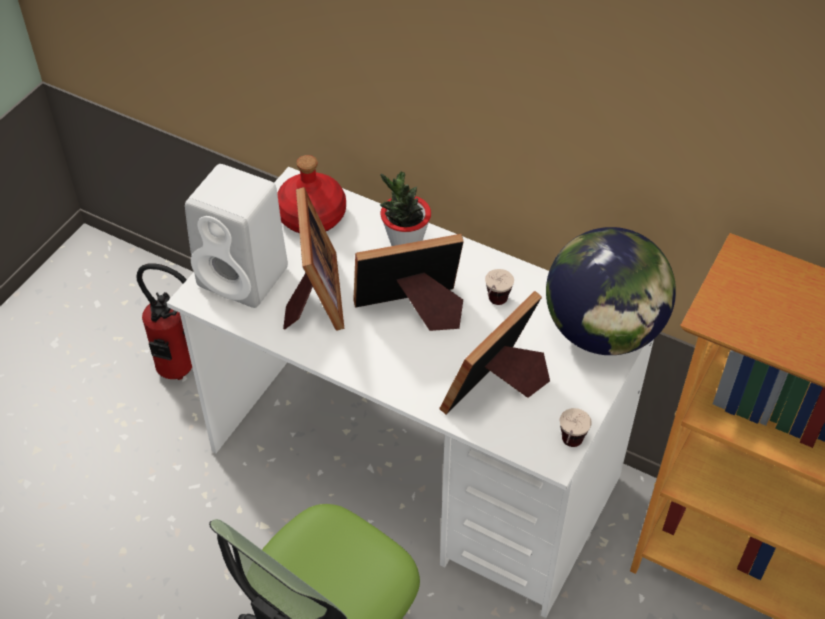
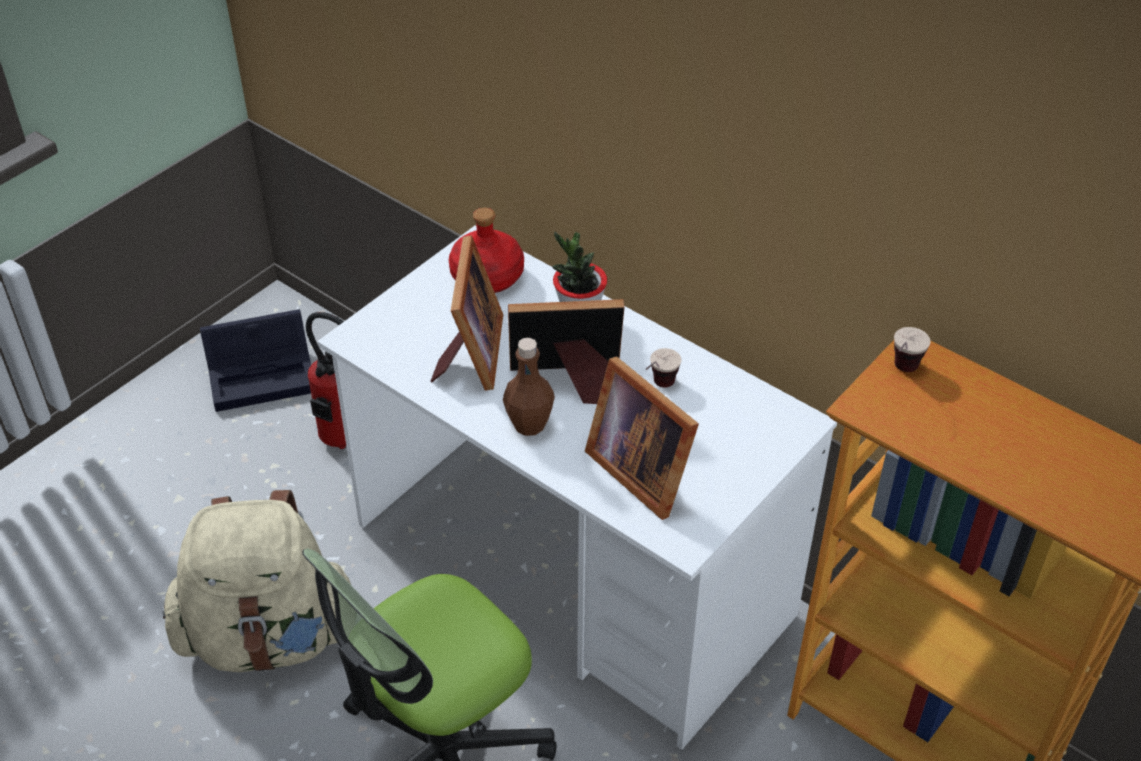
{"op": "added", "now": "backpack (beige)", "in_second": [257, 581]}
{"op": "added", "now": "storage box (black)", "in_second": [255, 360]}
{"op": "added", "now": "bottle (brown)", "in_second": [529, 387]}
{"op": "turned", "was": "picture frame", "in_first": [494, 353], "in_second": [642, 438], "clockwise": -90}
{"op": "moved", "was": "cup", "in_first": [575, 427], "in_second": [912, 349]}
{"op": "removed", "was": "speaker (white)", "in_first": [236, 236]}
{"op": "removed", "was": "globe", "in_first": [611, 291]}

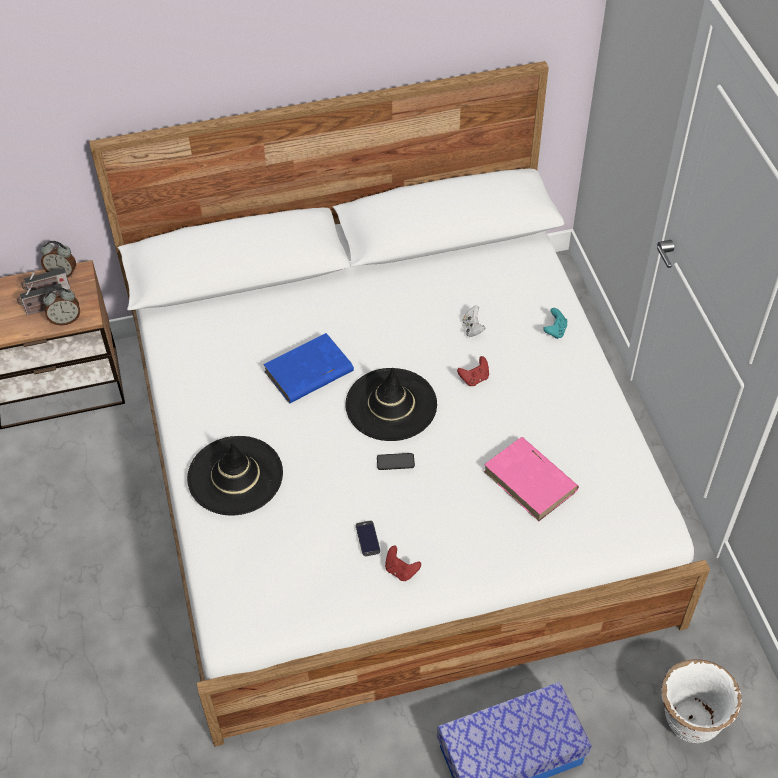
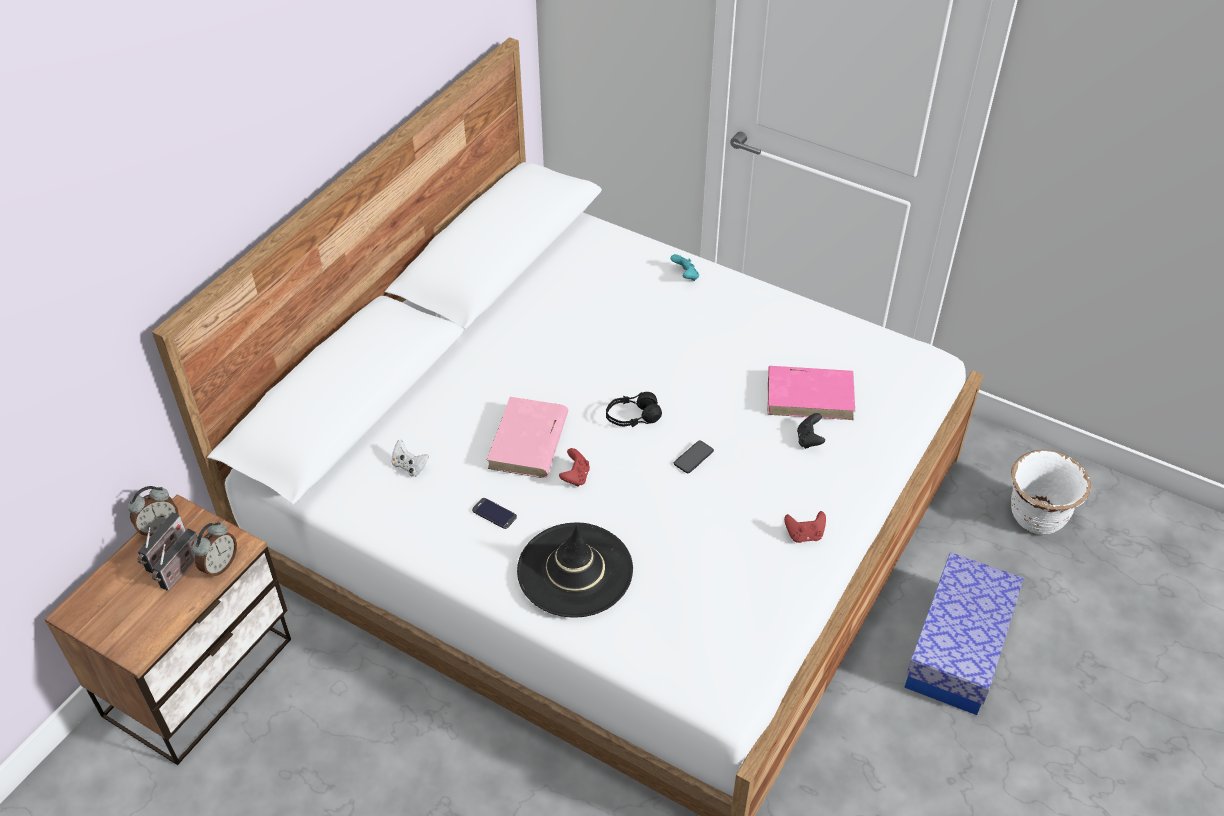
{"op": "moved", "was": "game controller (white)", "in_first": [474, 321], "in_second": [410, 458]}
{"op": "moved", "was": "phone", "in_first": [368, 538], "in_second": [494, 513]}
{"op": "recoloured", "was": "book (blue)", "now": "book (pink)", "in_first": [308, 368], "in_second": [528, 437]}
{"op": "moved", "was": "game controller (red)", "in_first": [473, 371], "in_second": [574, 467]}
{"op": "replaced", "was": "hat (black)", "now": "headphones (black)", "in_first": [391, 404], "in_second": [634, 409]}
{"op": "added", "now": "game controller (black)", "in_second": [811, 431]}

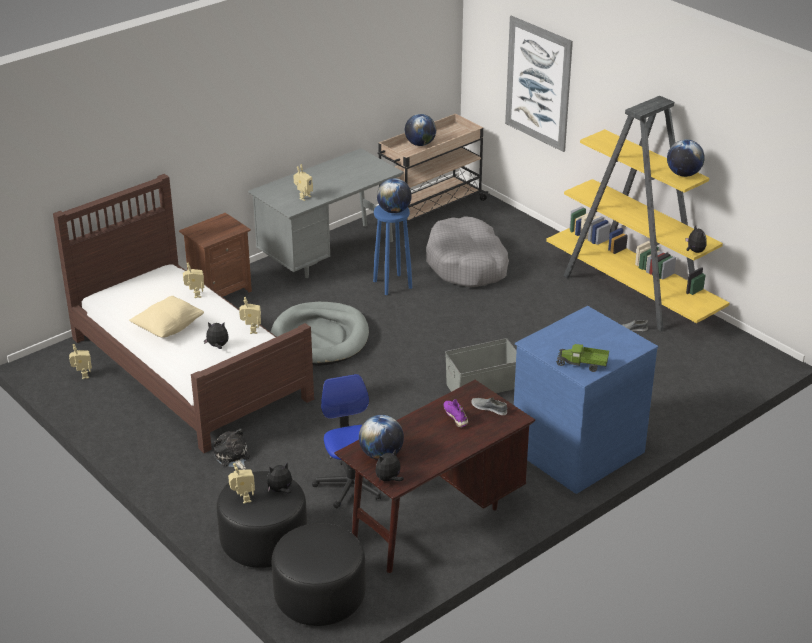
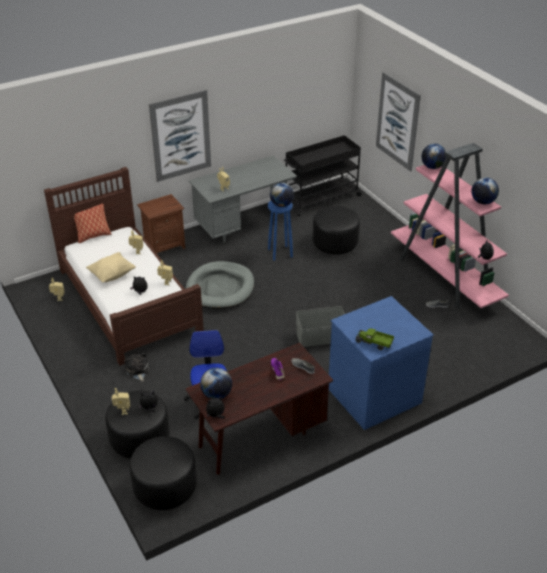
{"op": "added", "now": "pillow", "in_second": [92, 223]}
{"op": "added", "now": "picture", "in_second": [180, 136]}
{"op": "recoloured", "was": "cart (beige)", "now": "cart (black)", "in_first": [433, 170], "in_second": [323, 175]}
{"op": "replaced", "was": "dog bed (grey)", "now": "ottoman (black)", "in_first": [467, 251], "in_second": [336, 230]}
{"op": "recoloured", "was": "bookcase (yellow)", "now": "bookcase (pink)", "in_first": [638, 213], "in_second": [450, 226]}
{"op": "moved", "was": "globe", "in_first": [420, 130], "in_second": [434, 156]}

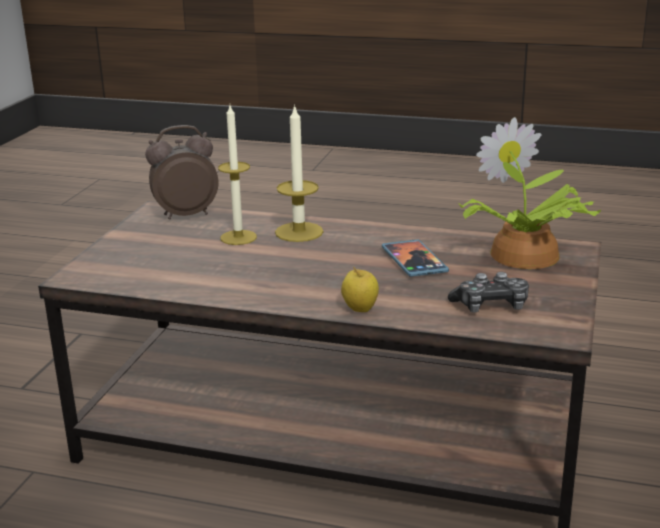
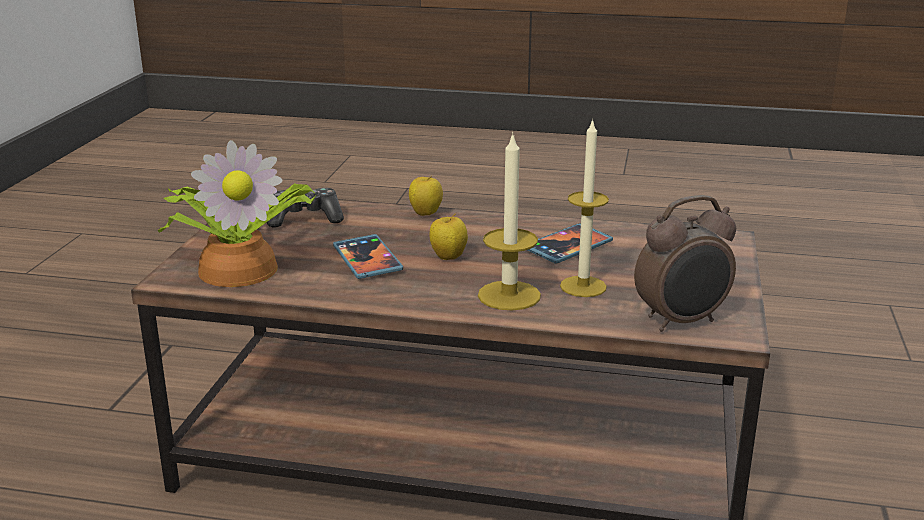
{"op": "added", "now": "apple", "in_second": [448, 236]}
{"op": "added", "now": "phone", "in_second": [570, 243]}

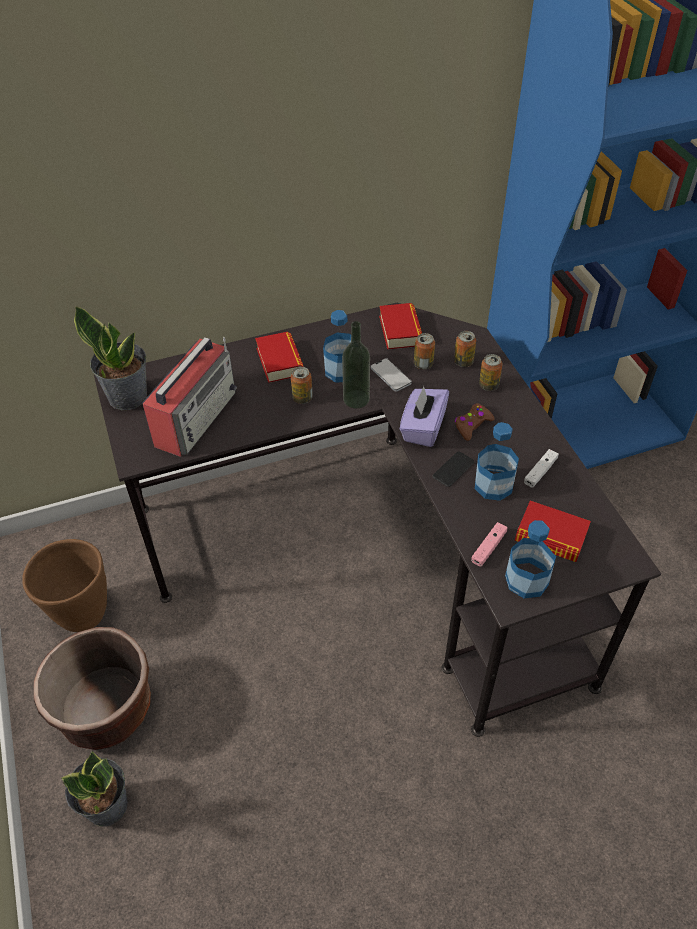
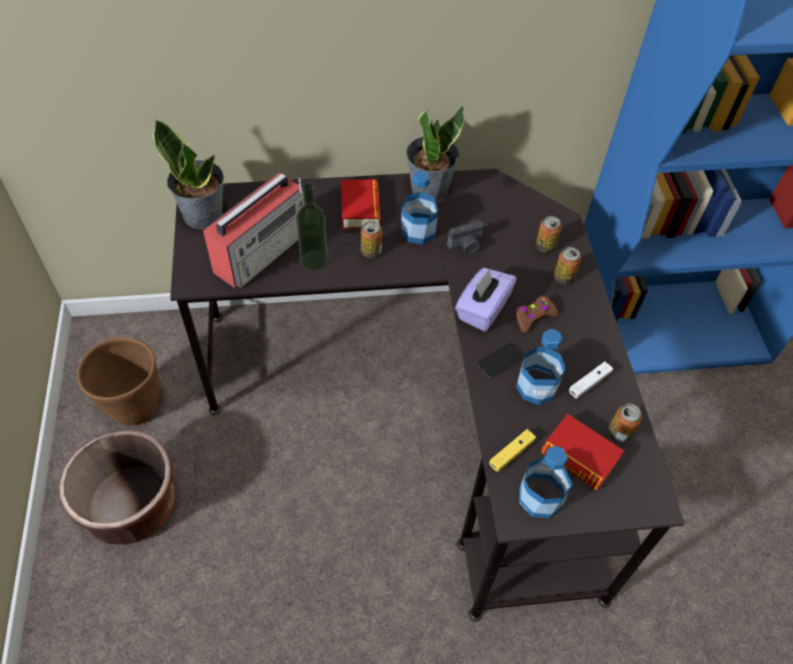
{"op": "moved", "was": "bottle", "in_first": [356, 365], "in_second": [312, 226]}
{"op": "moved", "was": "potted plant", "in_first": [94, 789], "in_second": [435, 153]}
{"op": "replaced", "was": "phone", "now": "photo camera", "in_first": [391, 375], "in_second": [465, 237]}
{"op": "recoloured", "was": "game controller (pink)", "now": "game controller (yellow)", "in_first": [489, 544], "in_second": [512, 450]}
{"op": "moved", "was": "can", "in_first": [424, 351], "in_second": [625, 423]}
{"op": "removed", "was": "book", "in_first": [400, 326]}

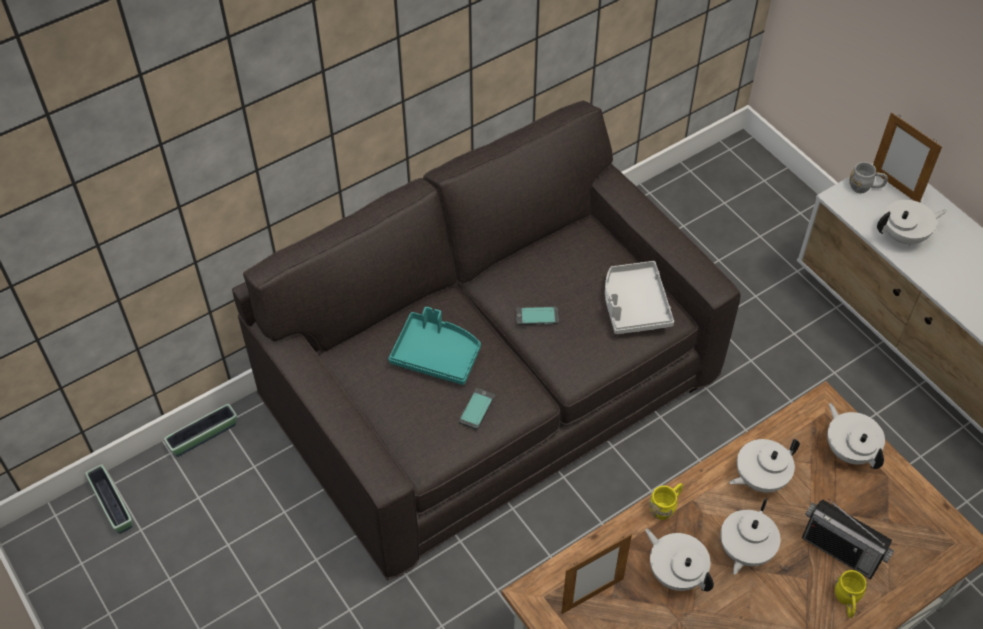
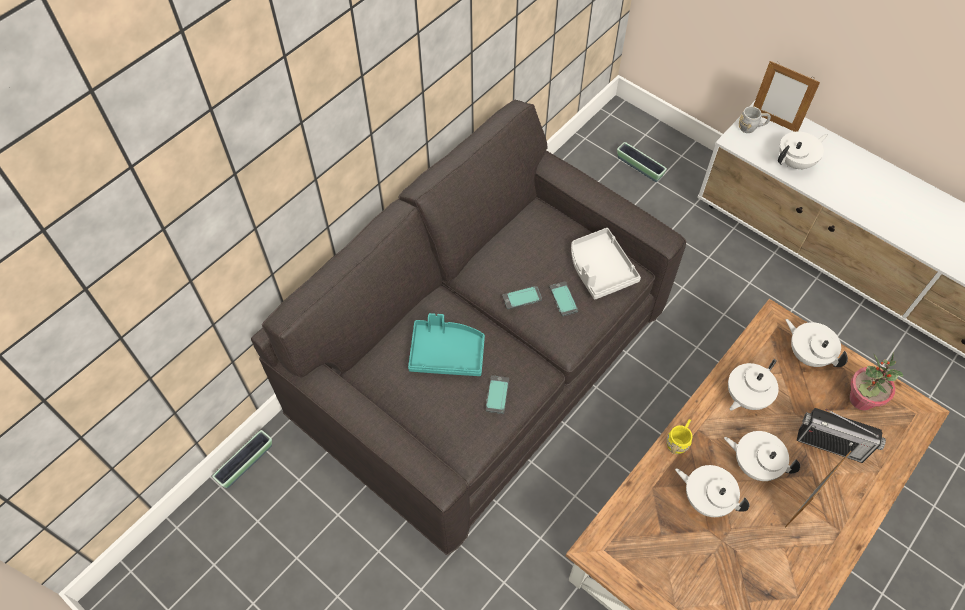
{"op": "added", "now": "phone", "in_second": [564, 298]}
{"op": "moved", "was": "planter", "in_first": [108, 499], "in_second": [642, 162]}
{"op": "turned", "was": "teapot (white)", "in_first": [750, 537], "in_second": [762, 456], "clockwise": 105}
{"op": "moved", "was": "picture frame", "in_first": [596, 574], "in_second": [818, 489]}
{"op": "added", "now": "potted plant", "in_second": [876, 381]}
{"op": "removed", "was": "mug (yellow)", "in_first": [851, 594]}

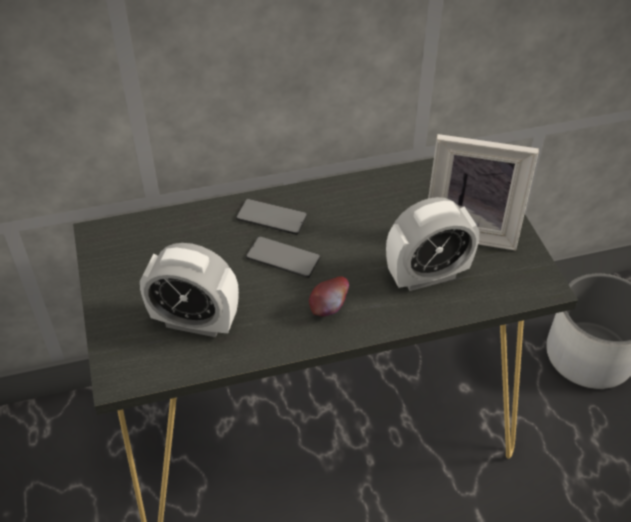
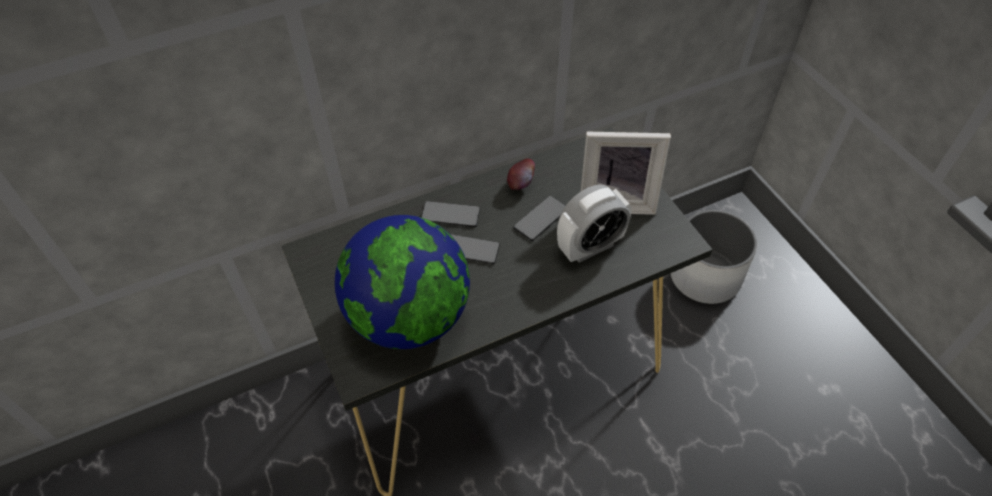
{"op": "replaced", "was": "alarm clock", "now": "globe", "in_first": [189, 290], "in_second": [402, 282]}
{"op": "moved", "was": "apple", "in_first": [329, 297], "in_second": [521, 174]}
{"op": "added", "now": "phone", "in_second": [540, 218]}

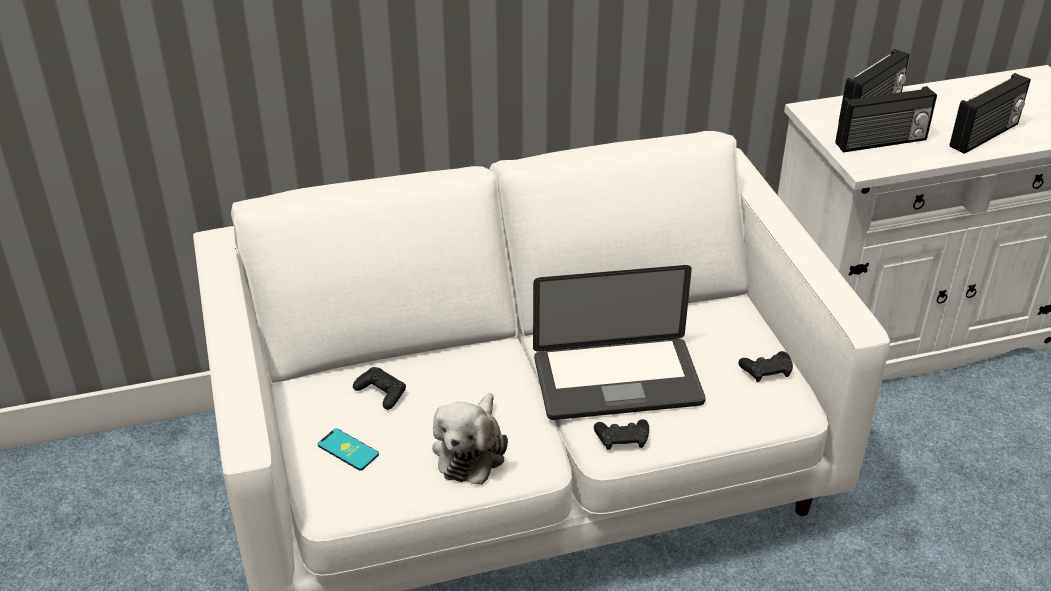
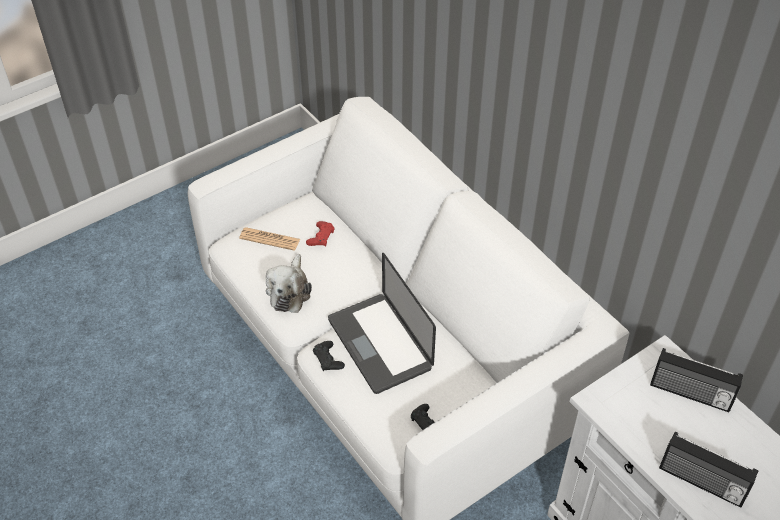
{"op": "replaced", "was": "phone", "now": "newspaper", "in_first": [348, 449], "in_second": [269, 239]}
{"op": "turned", "was": "plush toy", "in_first": [470, 439], "in_second": [289, 283], "clockwise": -75}
{"op": "recoloured", "was": "game controller (black)", "now": "game controller (red)", "in_first": [379, 388], "in_second": [320, 233]}
{"op": "removed", "was": "radio", "in_first": [886, 119]}

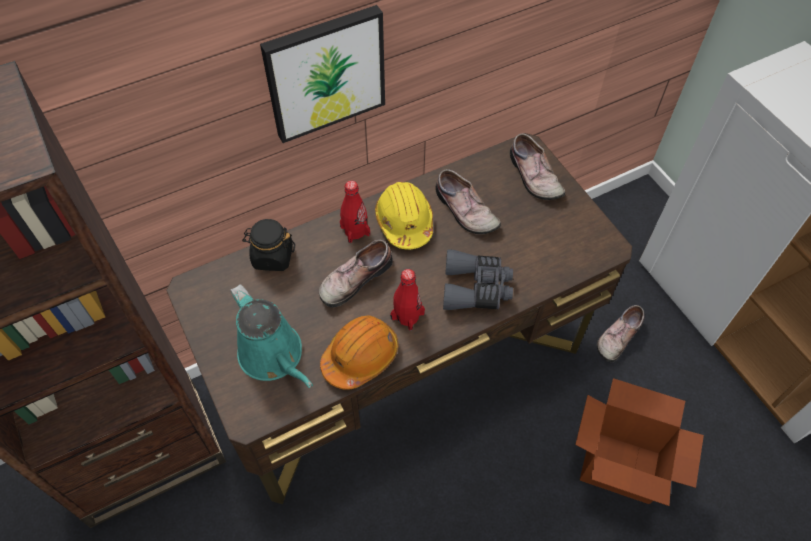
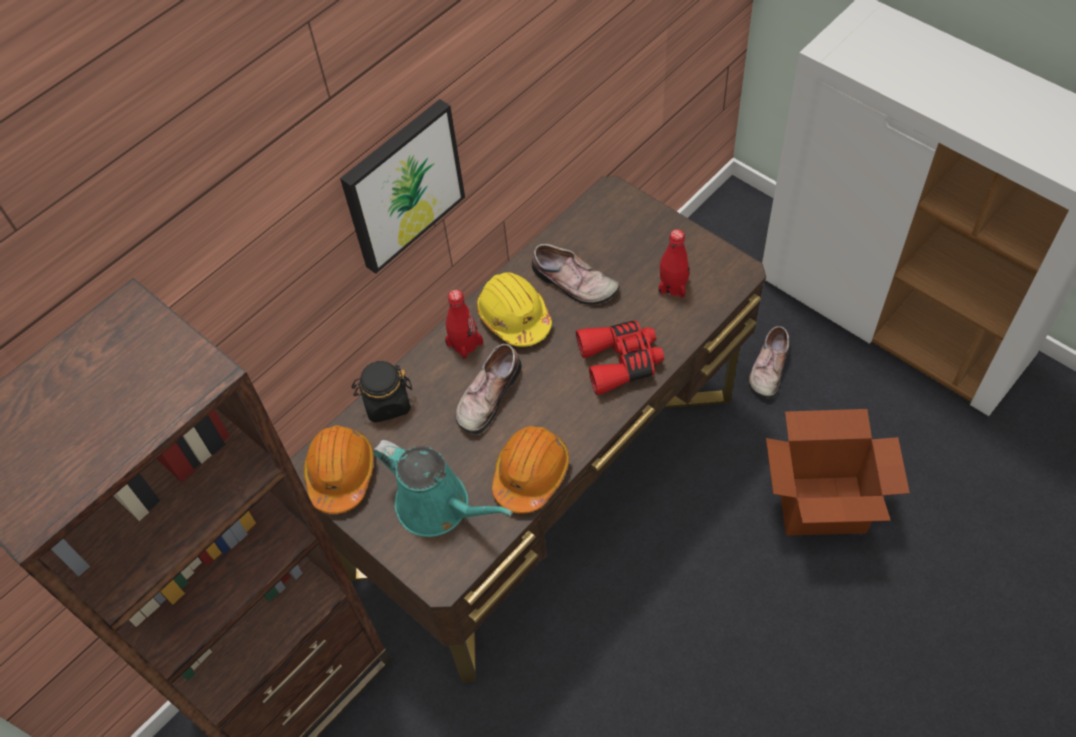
{"op": "added", "now": "hard hat (orange)", "in_second": [338, 469]}
{"op": "recoloured", "was": "binoculars (grey)", "now": "binoculars (red)", "in_first": [478, 279], "in_second": [620, 357]}
{"op": "moved", "was": "bottle (red)", "in_first": [407, 300], "in_second": [674, 264]}
{"op": "removed", "was": "shoe", "in_first": [537, 167]}

